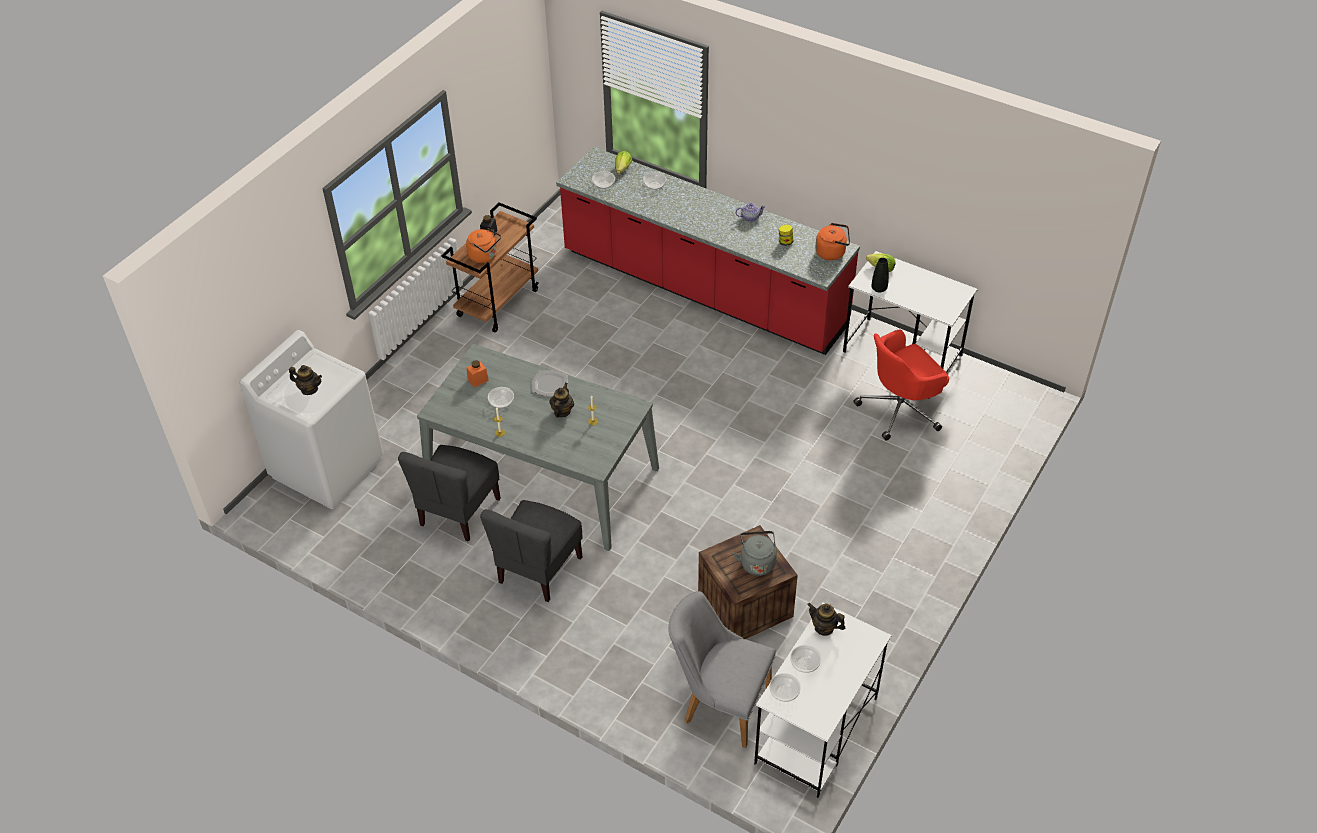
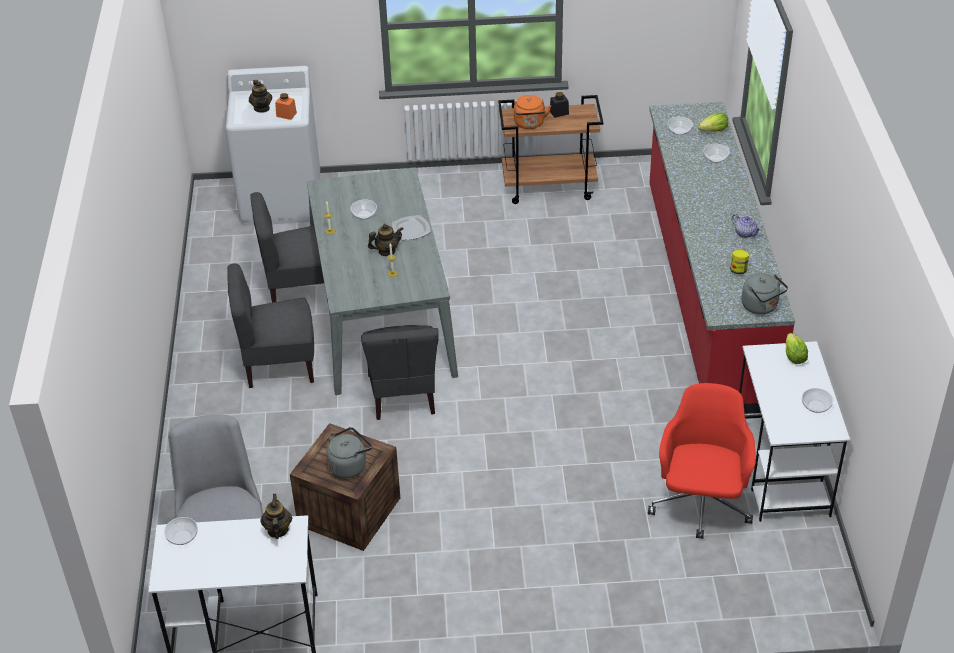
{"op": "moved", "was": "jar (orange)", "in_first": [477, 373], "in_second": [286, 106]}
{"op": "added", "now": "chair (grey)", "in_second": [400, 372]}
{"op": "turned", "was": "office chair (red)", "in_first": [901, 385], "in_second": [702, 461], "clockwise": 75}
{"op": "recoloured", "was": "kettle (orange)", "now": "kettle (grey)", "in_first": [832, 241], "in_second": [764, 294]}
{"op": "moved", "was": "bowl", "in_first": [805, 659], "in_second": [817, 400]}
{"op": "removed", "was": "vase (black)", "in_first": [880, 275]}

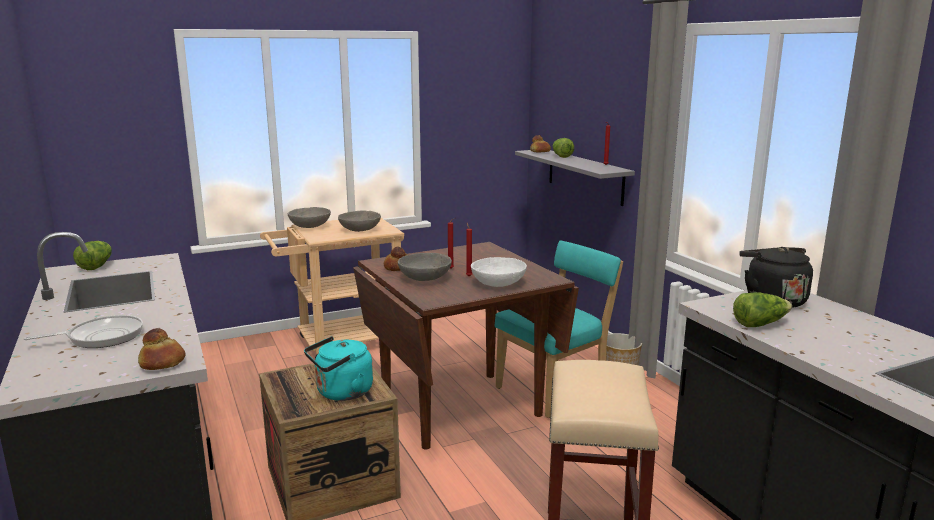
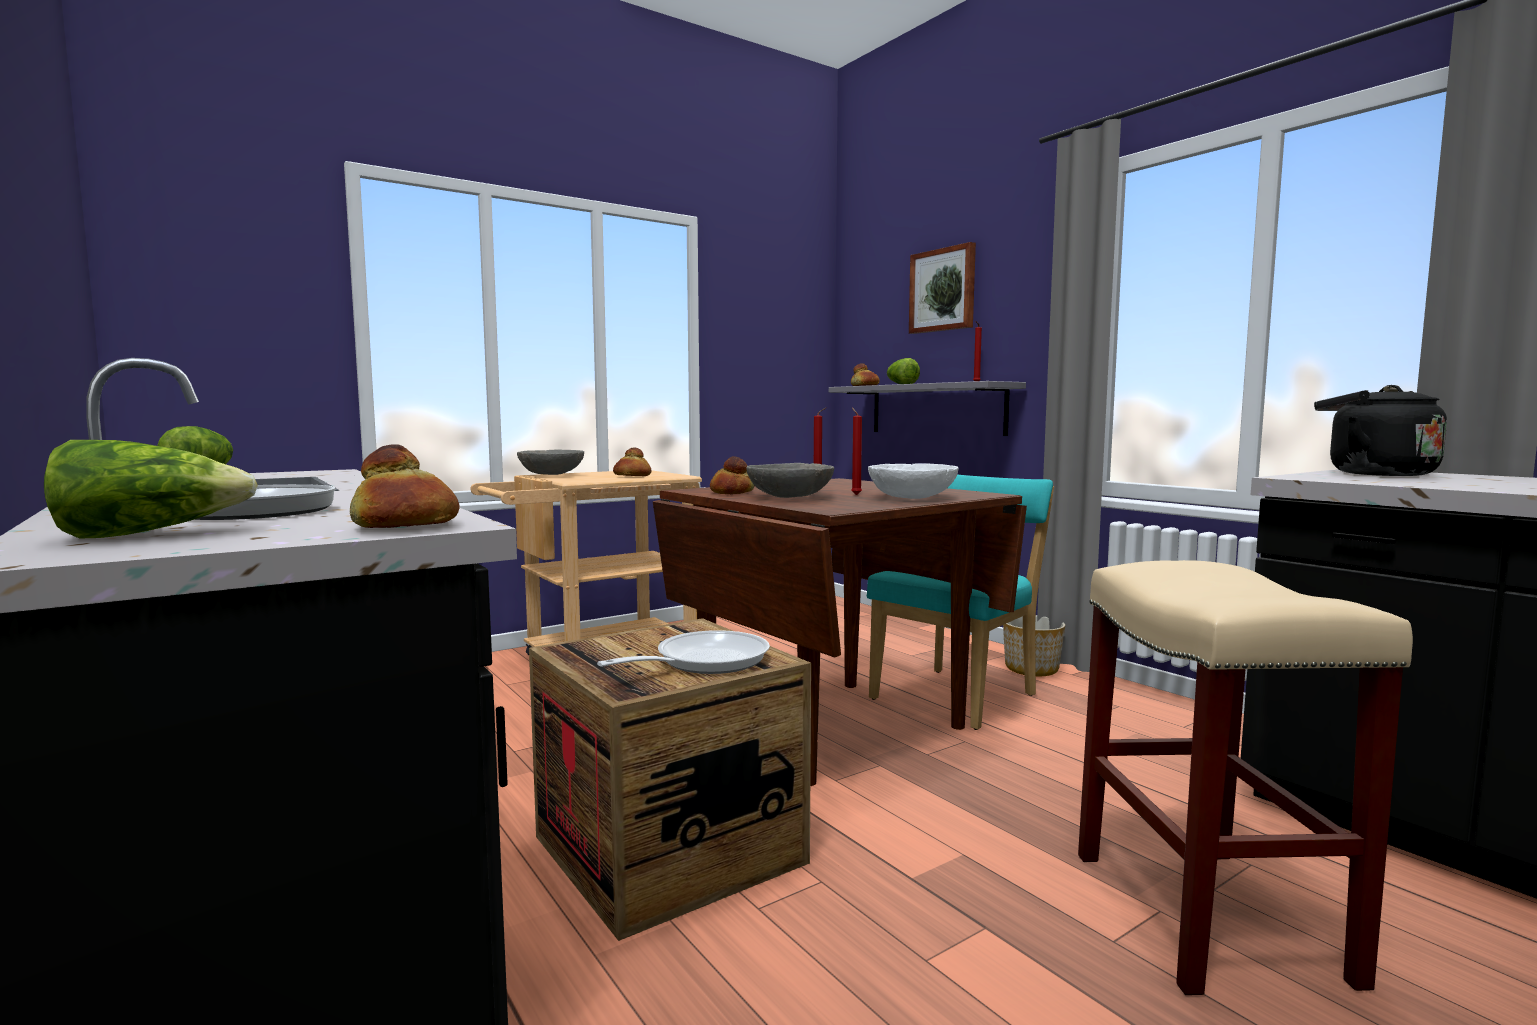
{"op": "moved", "was": "lettuce", "in_first": [762, 309], "in_second": [151, 489]}
{"op": "replaced", "was": "kettle (turquoise)", "now": "frying pan", "in_first": [338, 368], "in_second": [683, 652]}
{"op": "replaced", "was": "bowl (grey)", "now": "bread", "in_first": [359, 221], "in_second": [632, 461]}
{"op": "added", "now": "picture", "in_second": [942, 288]}

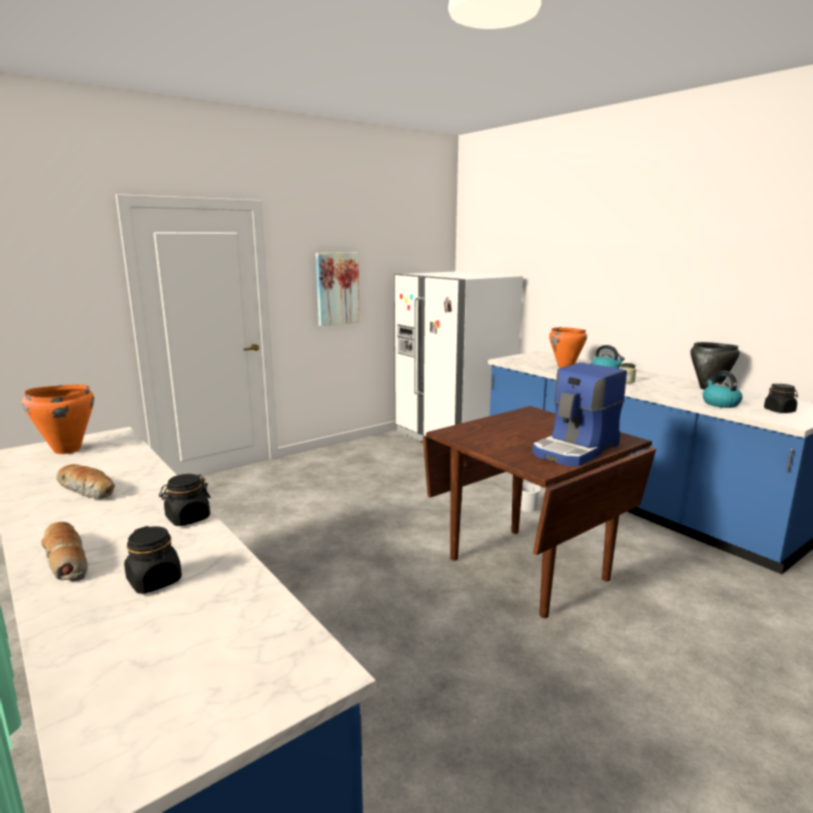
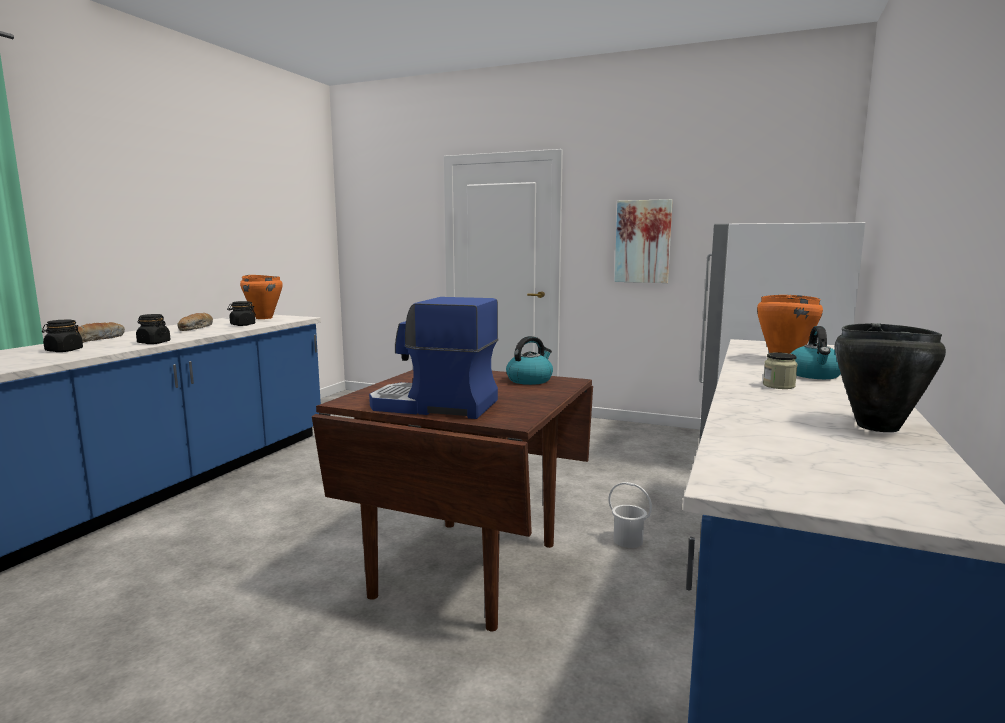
{"op": "moved", "was": "jar (black)", "in_first": [781, 398], "in_second": [241, 313]}
{"op": "moved", "was": "kettle", "in_first": [723, 389], "in_second": [529, 360]}

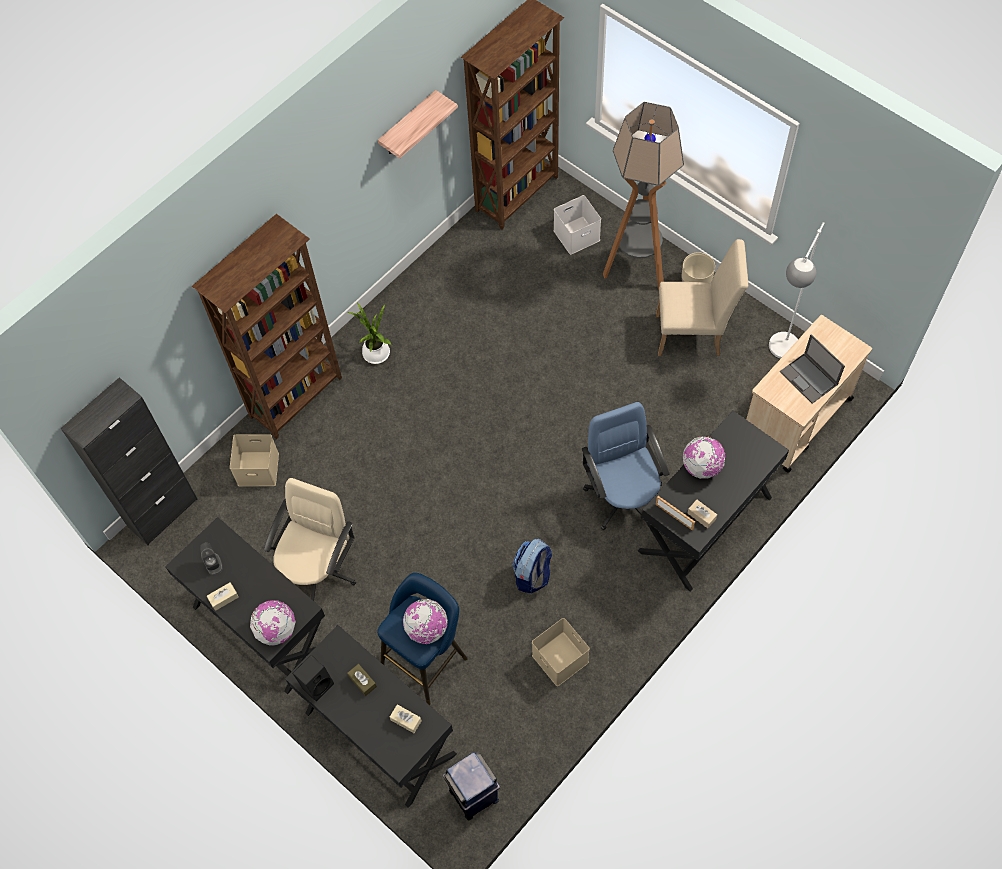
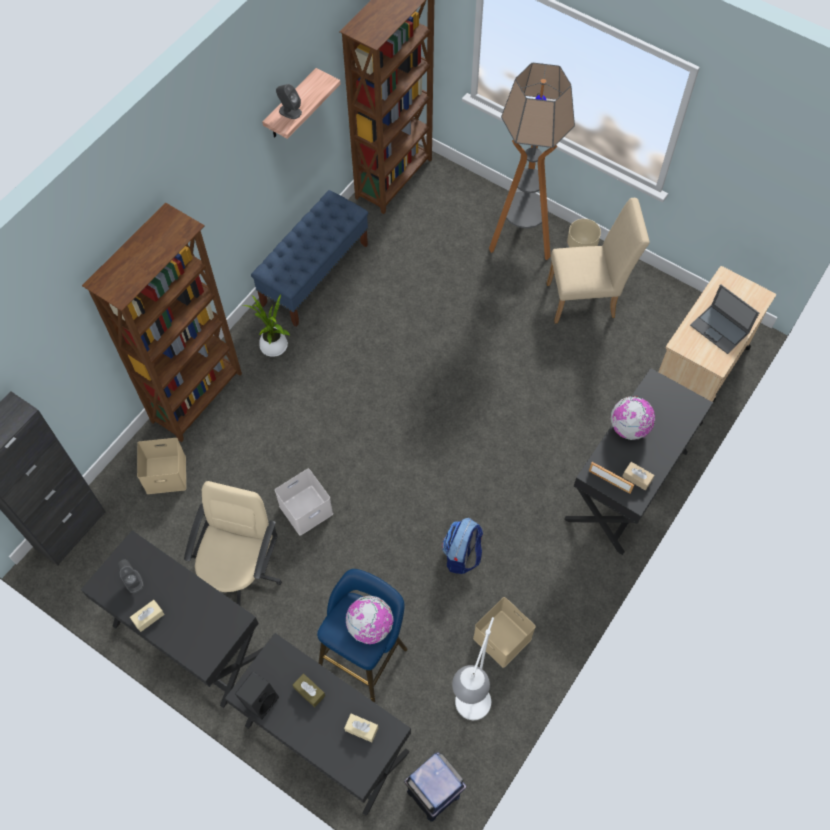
{"op": "added", "now": "bench (blue)", "in_second": [309, 258]}
{"op": "moved", "was": "storage box (white)", "in_first": [577, 225], "in_second": [304, 502]}
{"op": "added", "now": "speaker (grey)", "in_second": [289, 101]}
{"op": "moved", "was": "floor lamp (white)", "in_first": [796, 290], "in_second": [473, 668]}
{"op": "removed", "was": "globe", "in_first": [273, 622]}
{"op": "removed", "was": "office chair (blue)", "in_first": [626, 466]}

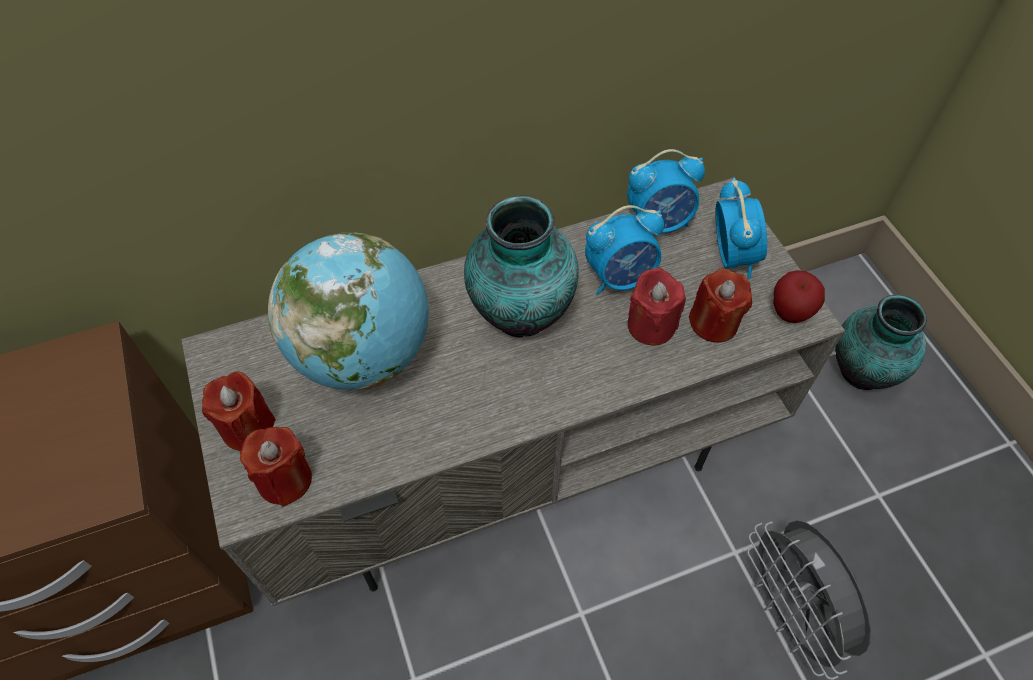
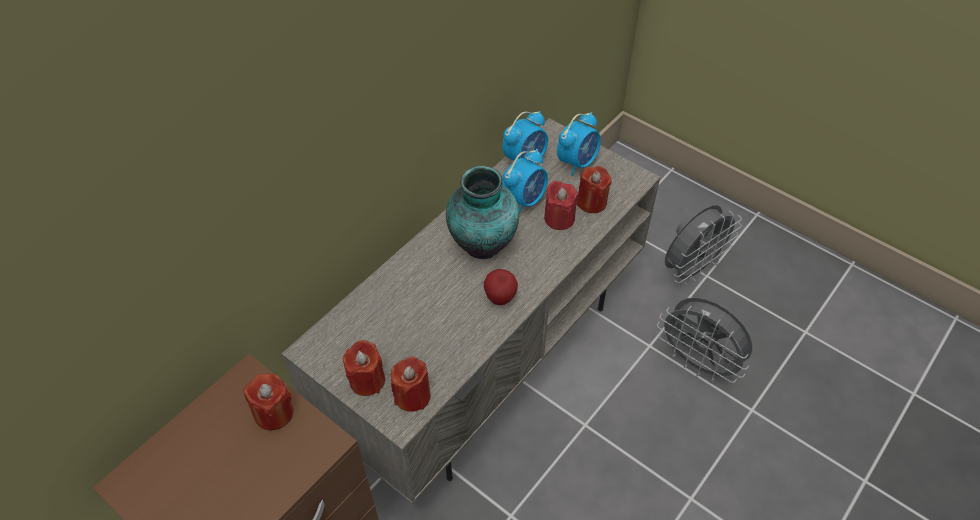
{"op": "added", "now": "candle (red)", "in_second": [268, 402]}
{"op": "moved", "was": "apple", "in_first": [799, 296], "in_second": [501, 287]}
{"op": "turned", "was": "alarm clock", "in_first": [741, 228], "in_second": [579, 144], "clockwise": 75}
{"op": "added", "now": "fan (grey)", "in_second": [703, 245]}
{"op": "removed", "was": "globe", "in_first": [348, 311]}
{"op": "removed", "was": "vase", "in_first": [881, 342]}

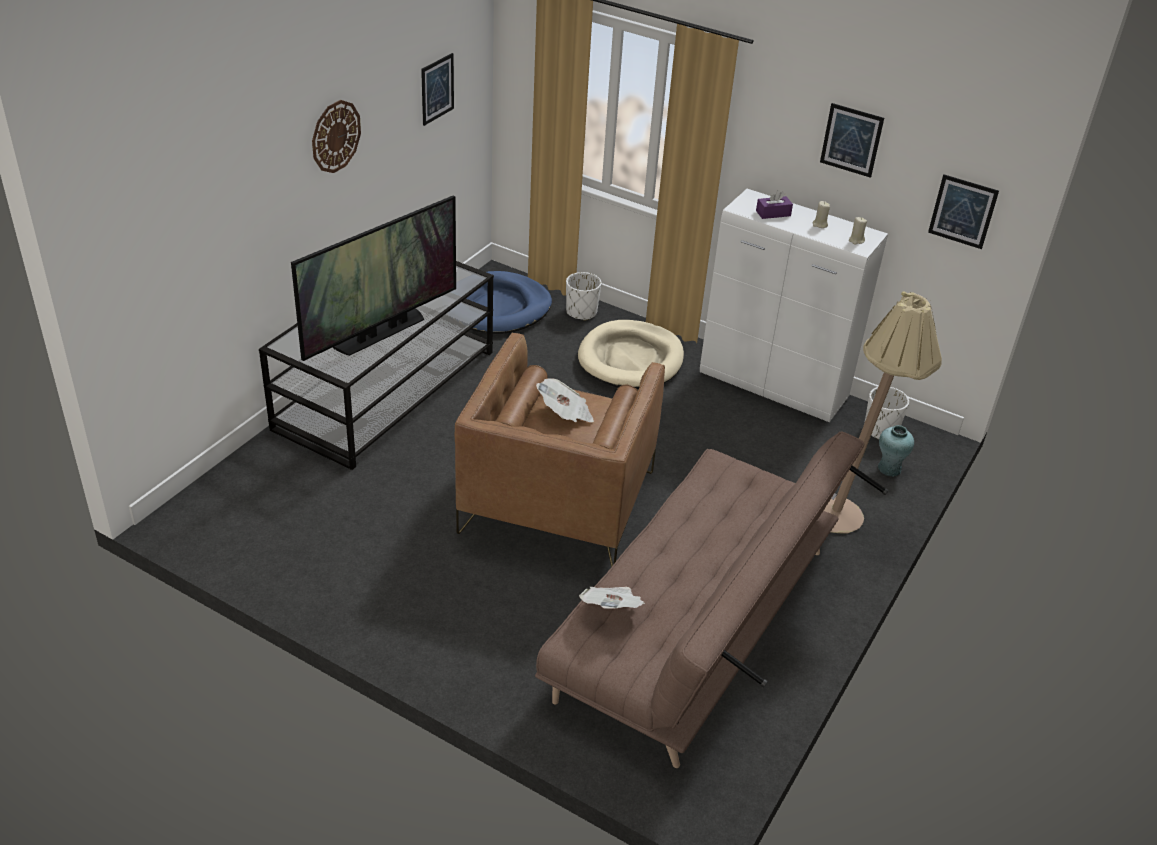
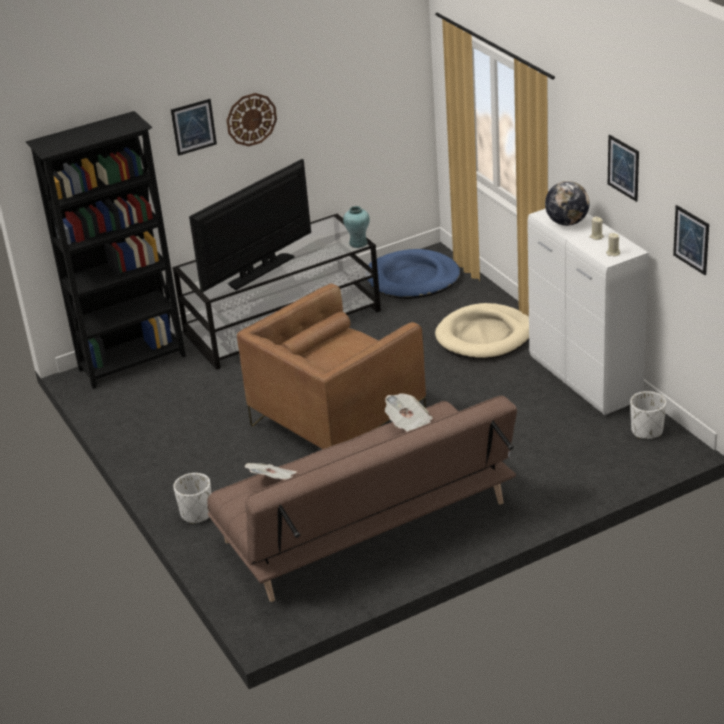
{"op": "added", "now": "bookcase (black)", "in_second": [106, 250]}
{"op": "moved", "was": "picture", "in_first": [437, 89], "in_second": [194, 127]}
{"op": "moved", "was": "planter (white)", "in_first": [583, 296], "in_second": [192, 498]}
{"op": "turned", "was": "television", "in_first": [373, 278], "in_second": [250, 226], "clockwise": 150}
{"op": "moved", "was": "vase (turquoise)", "in_first": [896, 451], "in_second": [356, 227]}
{"op": "moved", "was": "newspaper", "in_first": [565, 400], "in_second": [409, 413]}
{"op": "replaced", "was": "tissue box (purple)", "now": "globe", "in_first": [774, 204], "in_second": [567, 203]}
{"op": "removed", "was": "floor lamp (beige)", "in_first": [883, 412]}

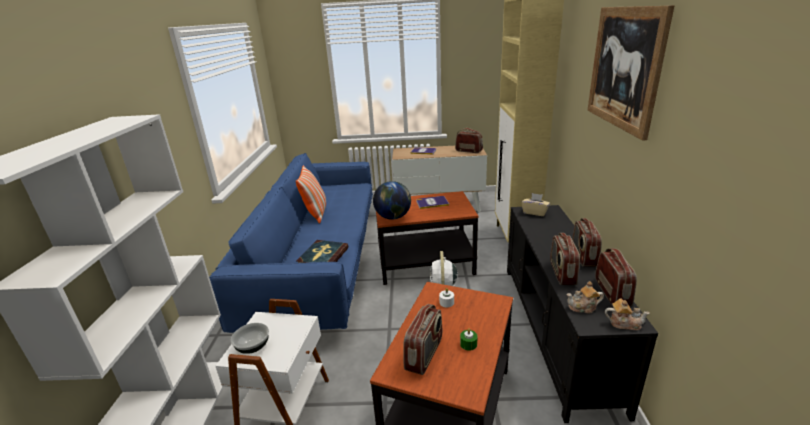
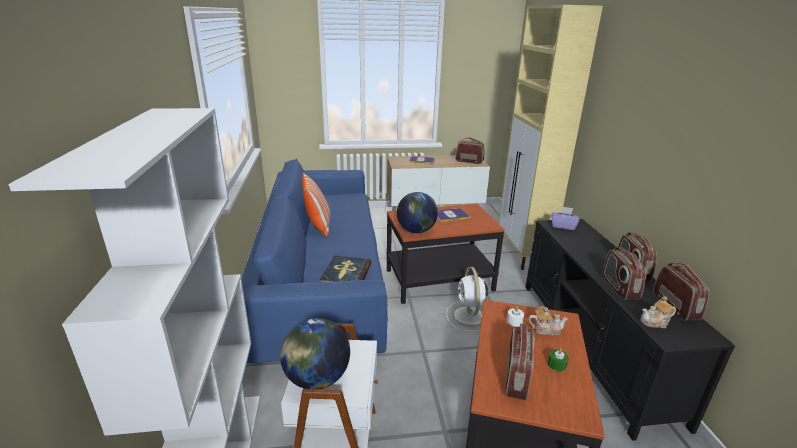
{"op": "replaced", "was": "bowl", "now": "globe", "in_first": [250, 338], "in_second": [315, 353]}
{"op": "moved", "was": "teapot", "in_first": [627, 314], "in_second": [548, 321]}
{"op": "recoloured", "was": "tissue box (beige)", "now": "tissue box (purple)", "in_first": [535, 204], "in_second": [566, 218]}
{"op": "removed", "was": "picture", "in_first": [631, 73]}

